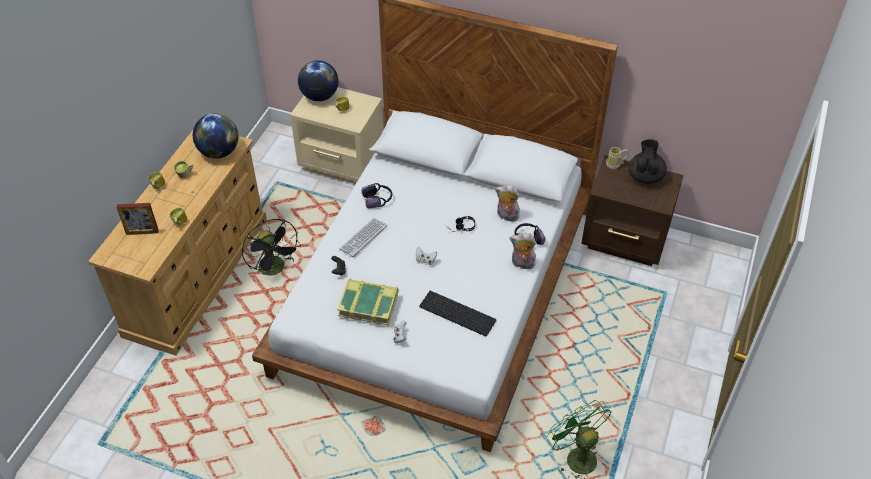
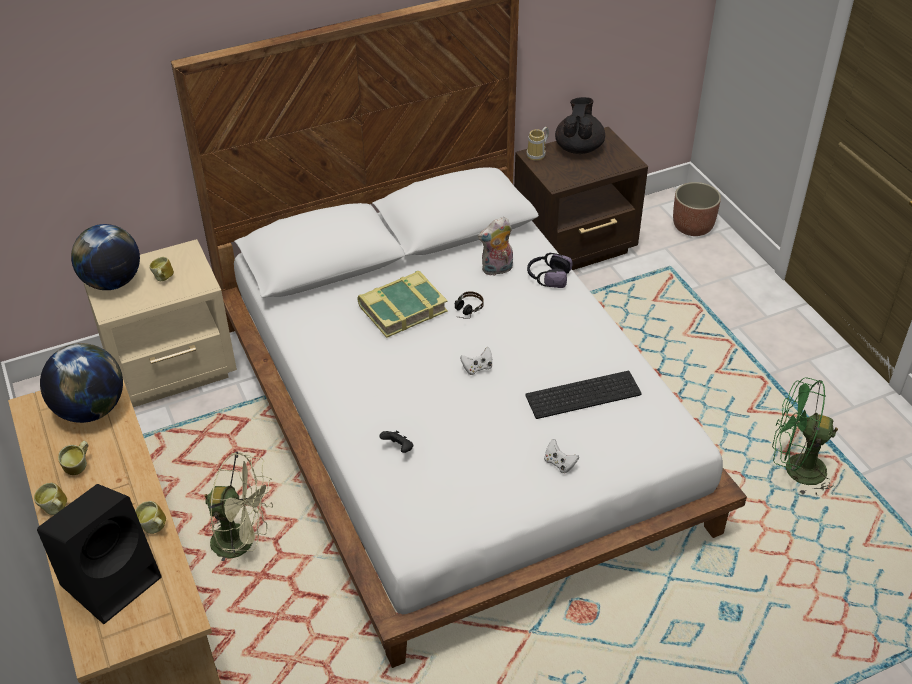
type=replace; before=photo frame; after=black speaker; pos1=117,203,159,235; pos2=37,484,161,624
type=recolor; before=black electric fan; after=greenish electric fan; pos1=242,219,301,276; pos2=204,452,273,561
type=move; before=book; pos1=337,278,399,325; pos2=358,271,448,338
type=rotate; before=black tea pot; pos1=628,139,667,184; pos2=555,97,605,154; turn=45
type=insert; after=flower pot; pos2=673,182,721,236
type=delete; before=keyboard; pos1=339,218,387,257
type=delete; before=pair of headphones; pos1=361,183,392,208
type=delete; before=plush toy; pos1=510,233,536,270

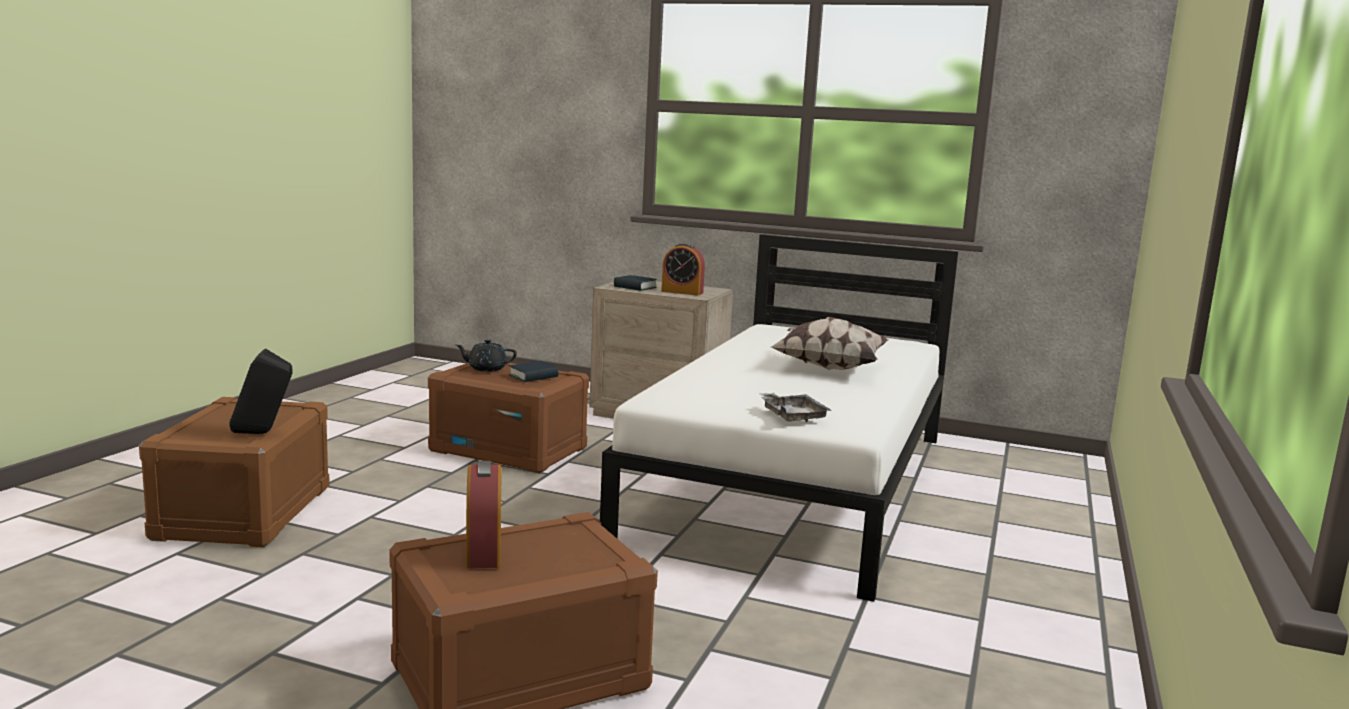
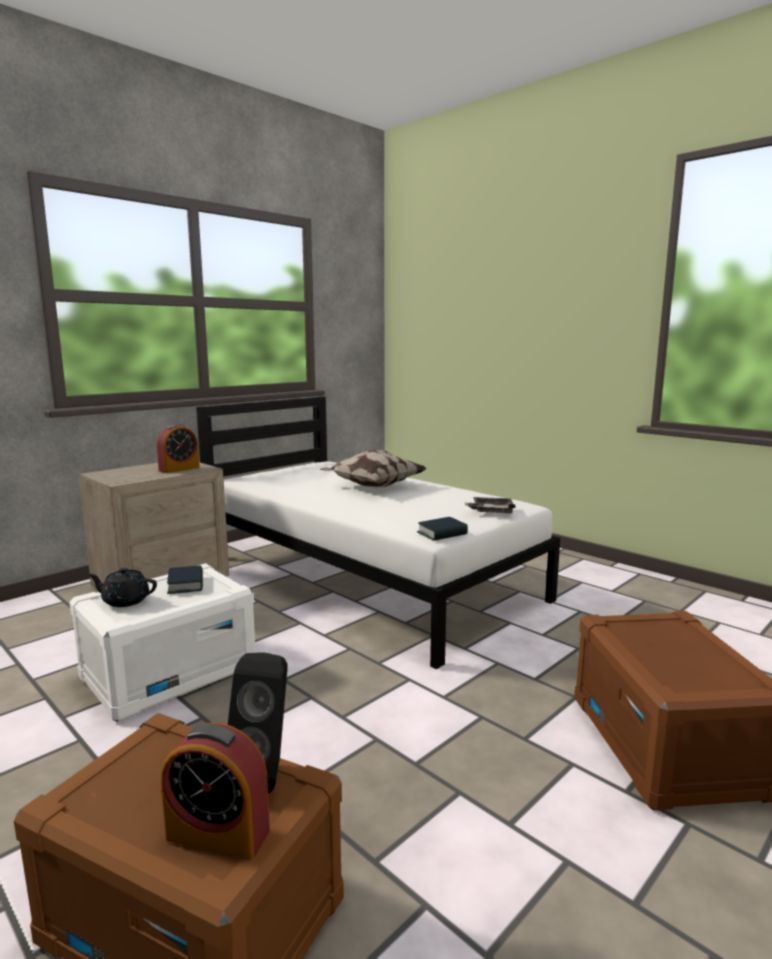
type=recolor; before=brown-coloured storage bin; after=white storage bin; pos1=428,363,589,474; pos2=70,563,257,722
type=rotate; before=black tea pot; pos1=455,339,517,372; pos2=87,568,157,607; turn=75
type=move; before=alarm clock; pos1=466,461,502,569; pos2=161,722,270,860
type=move; before=book; pos1=614,275,657,291; pos2=417,517,468,541

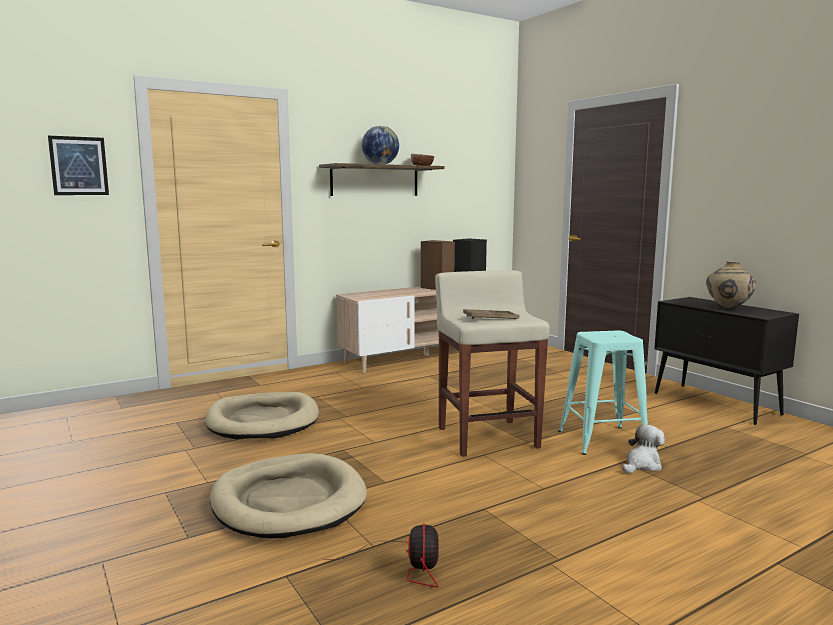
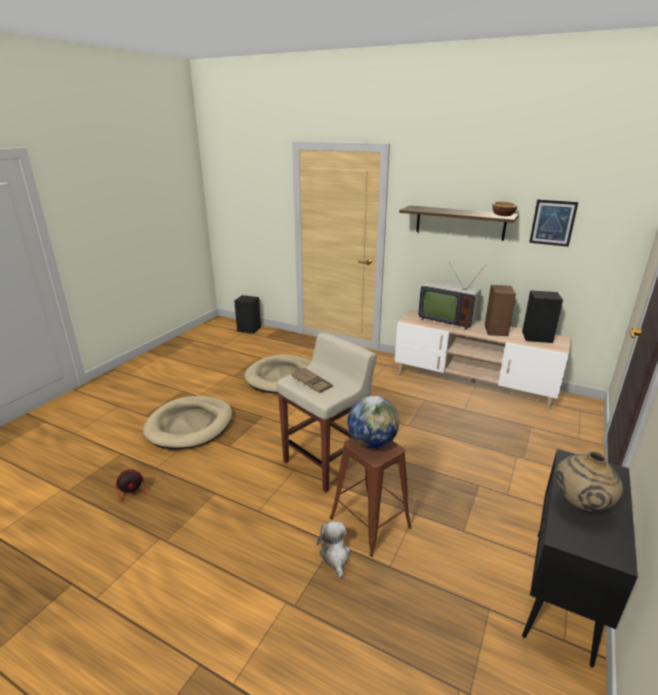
type=insert; after=black speaker; pos2=234,295,261,334
type=rotate; before=plush toy; pos1=622,425,665,473; pos2=317,521,350,579; turn=-120
type=recolor; before=turquoise stool seat; after=brown-coloured stool seat; pos1=558,330,648,455; pos2=330,438,412,557
type=move; before=globe; pos1=362,126,399,164; pos2=347,396,399,448
type=insert; after=TV; pos2=418,262,485,330
type=move; before=wall picture; pos1=48,136,109,195; pos2=529,199,578,247

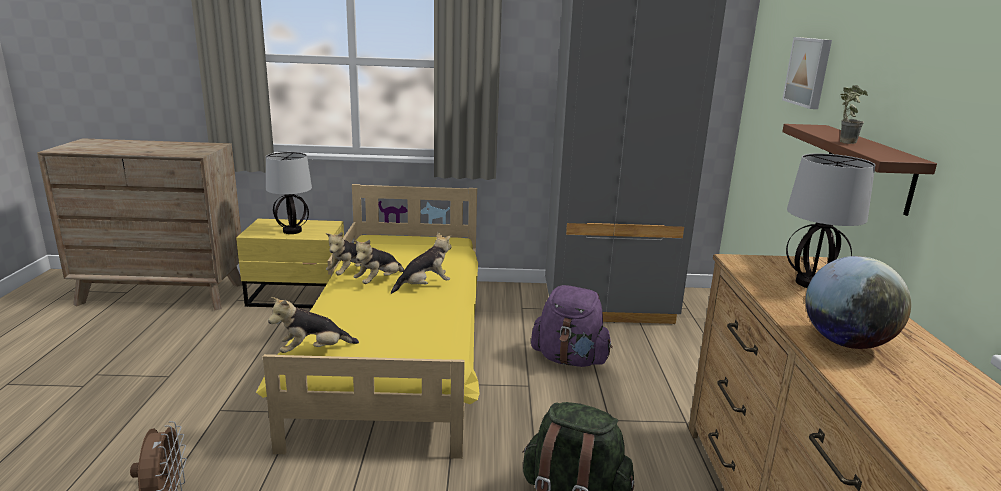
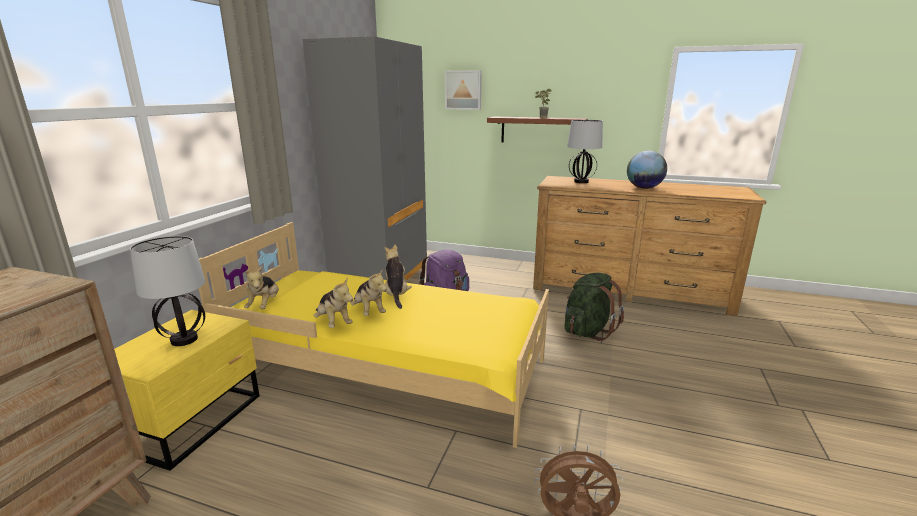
type=move; before=plush toy; pos1=268,297,359,353; pos2=244,266,279,309

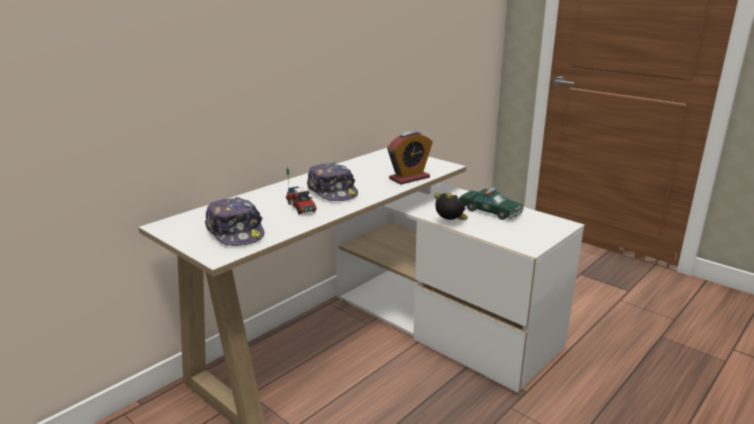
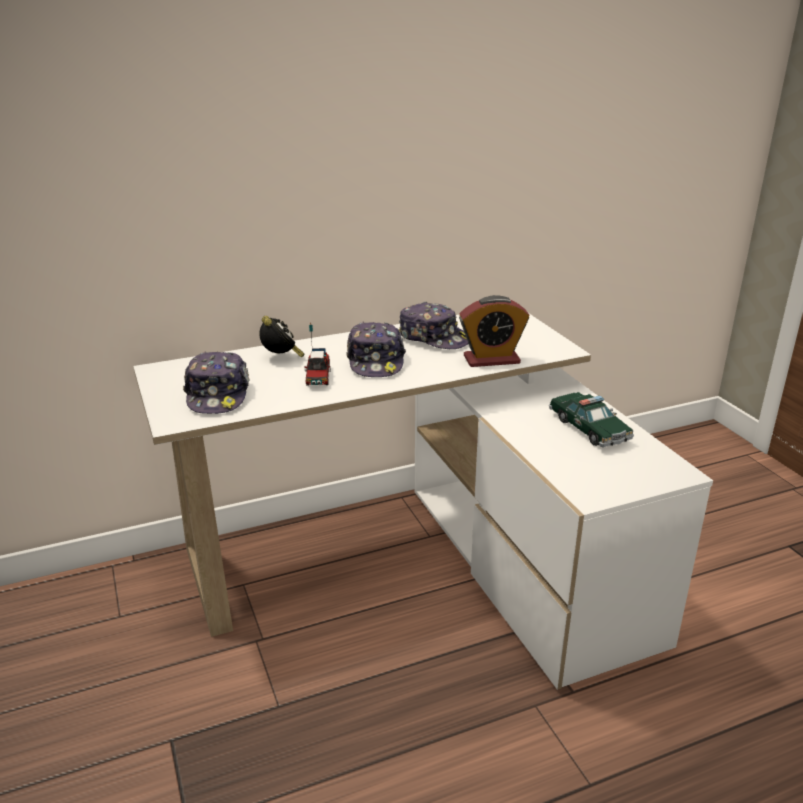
type=move; before=alarm clock; pos1=434,193,468,220; pos2=259,316,305,358
type=insert; after=cap; pos2=398,302,468,349

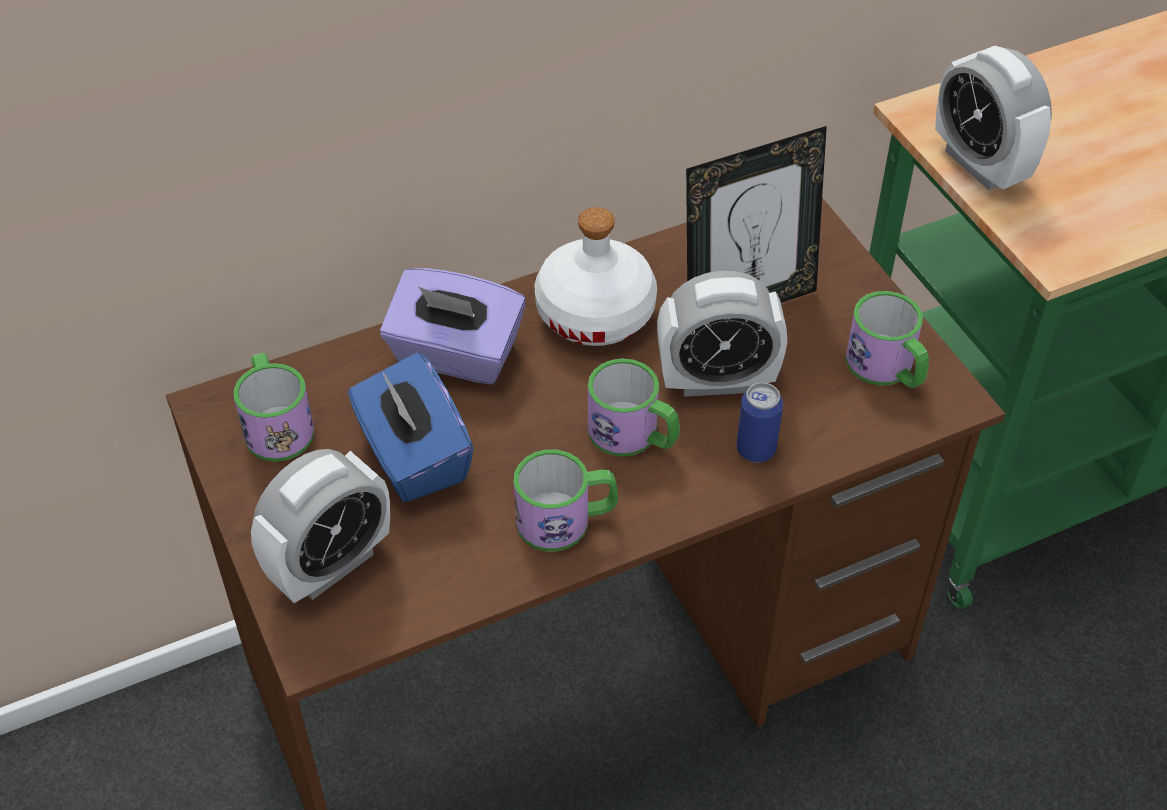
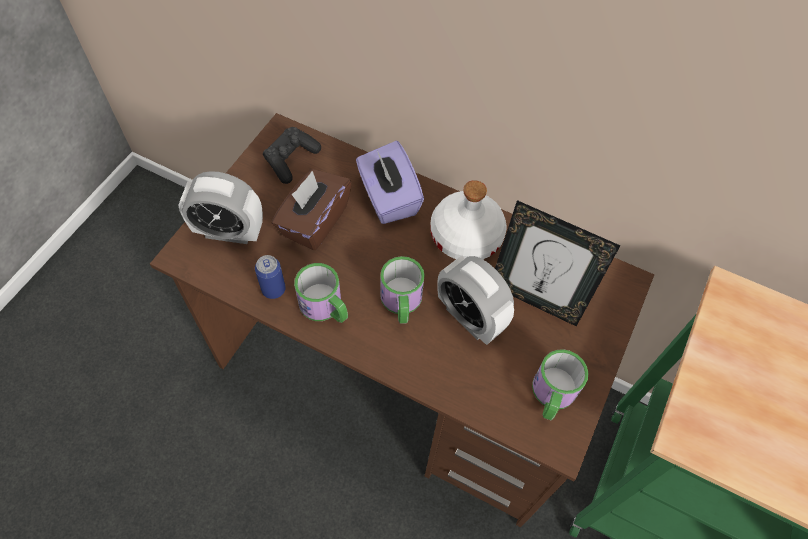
type=move; before=metal can; pos1=737,382,783,463; pos2=255,255,286,299
type=replace; before=mug; after=black joypad; pos1=234,353,314,462; pos2=263,127,321,184
type=recolor; before=blue tissue box; after=brown-coloured tissue box; pos1=348,352,473,502; pos2=272,169,352,250
type=delete; before=alarm clock; pos1=935,46,1052,190

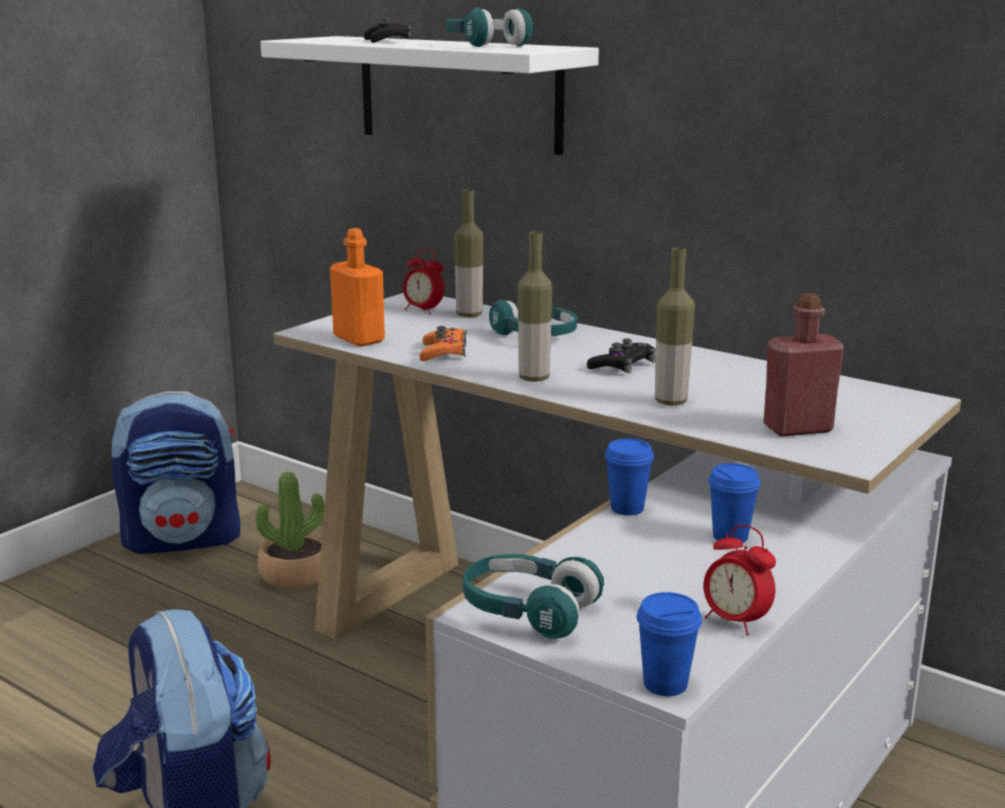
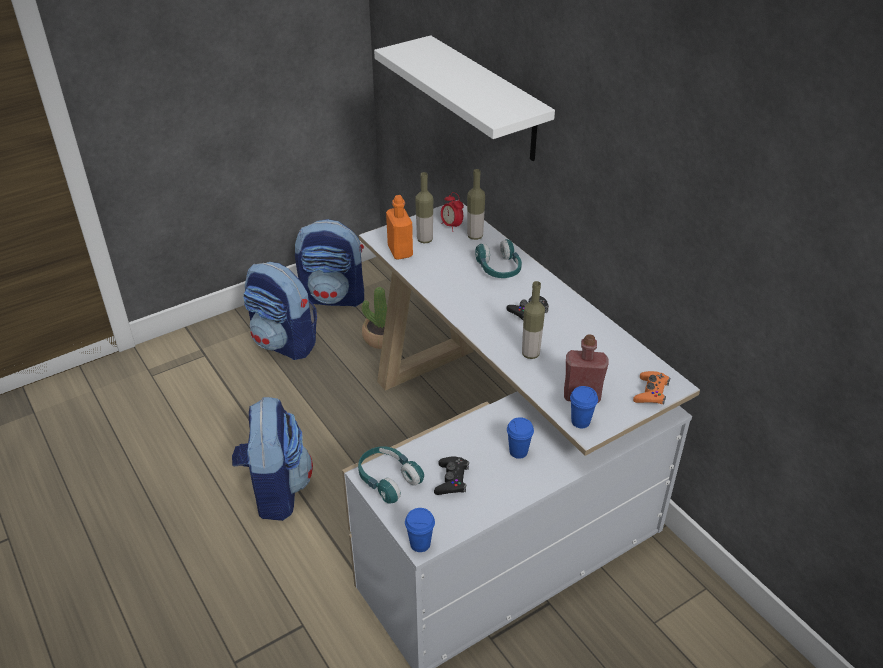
type=insert; after=rucksack; pos2=243,262,317,360
type=move; before=bottle; pos1=518,231,552,382; pos2=415,172,433,243
type=move; before=black joypad; pos1=364,17,411,43; pos2=434,457,469,495
type=move; before=blue drinking cup; pos1=605,439,654,516; pos2=570,386,598,428
type=move; before=orange joypad; pos1=420,326,467,361; pos2=633,371,670,405
type=delete; before=turquoise pair of headphones; pos1=446,7,533,47
type=delete; before=alarm clock; pos1=703,525,776,636

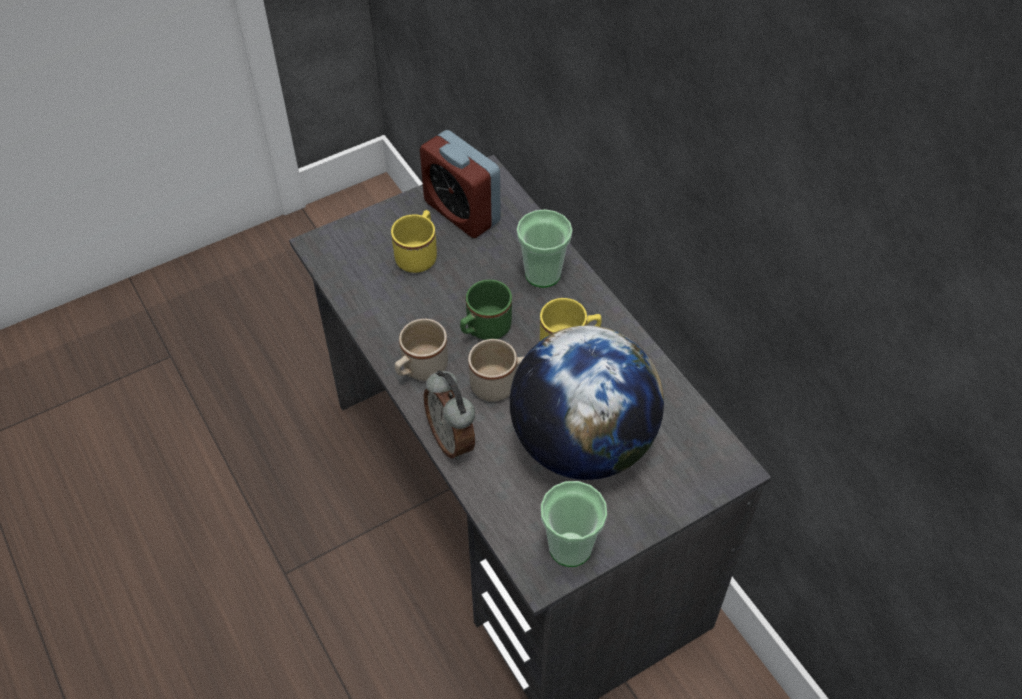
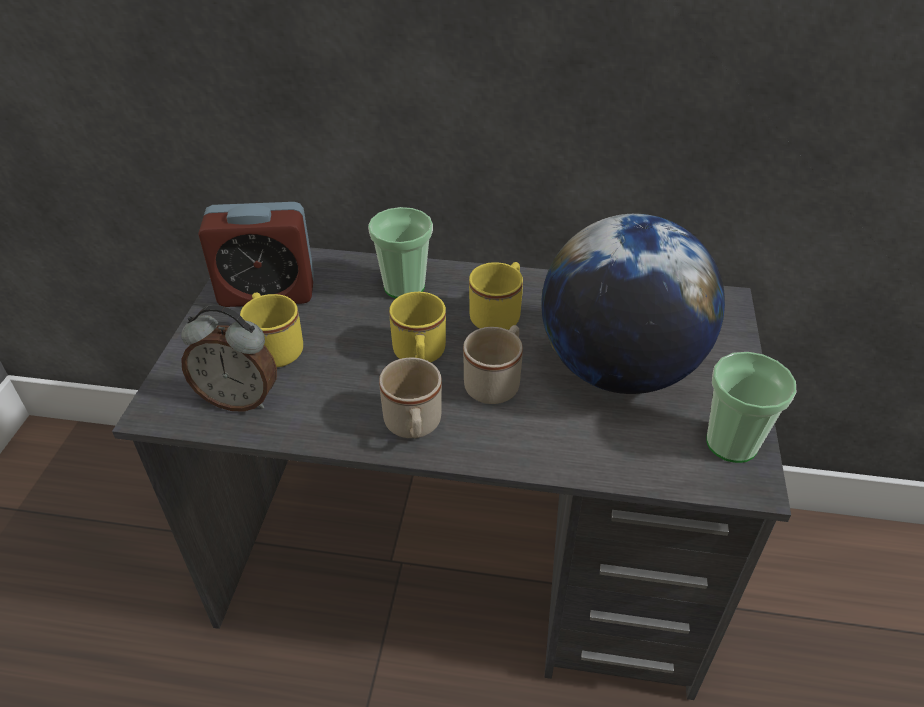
type=move; before=alarm clock; pos1=424,370,475,460; pos2=181,305,277,412
type=recolor; before=greenish mug; after=yellow mug; pos1=460,280,512,340; pos2=389,292,446,362

